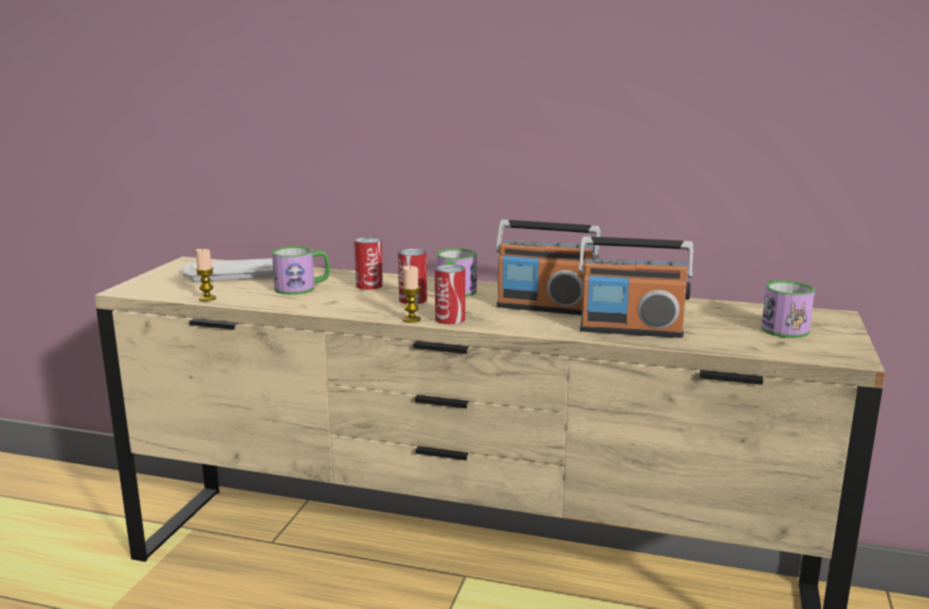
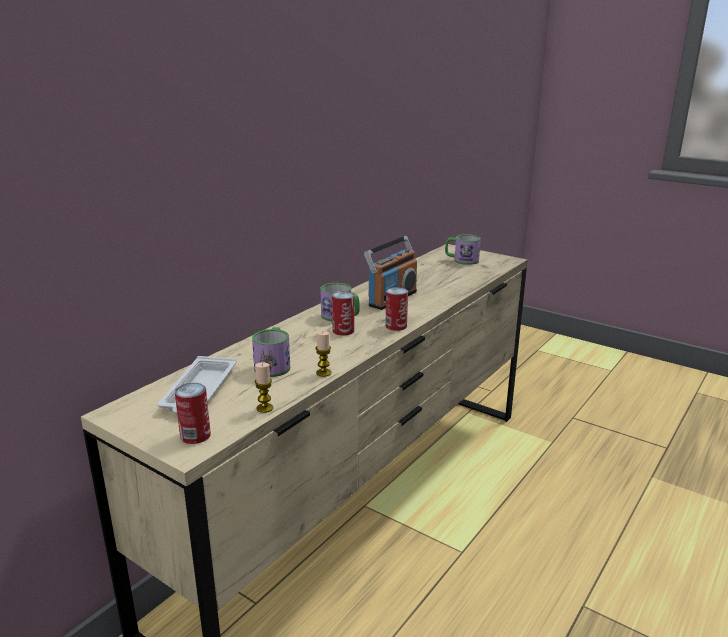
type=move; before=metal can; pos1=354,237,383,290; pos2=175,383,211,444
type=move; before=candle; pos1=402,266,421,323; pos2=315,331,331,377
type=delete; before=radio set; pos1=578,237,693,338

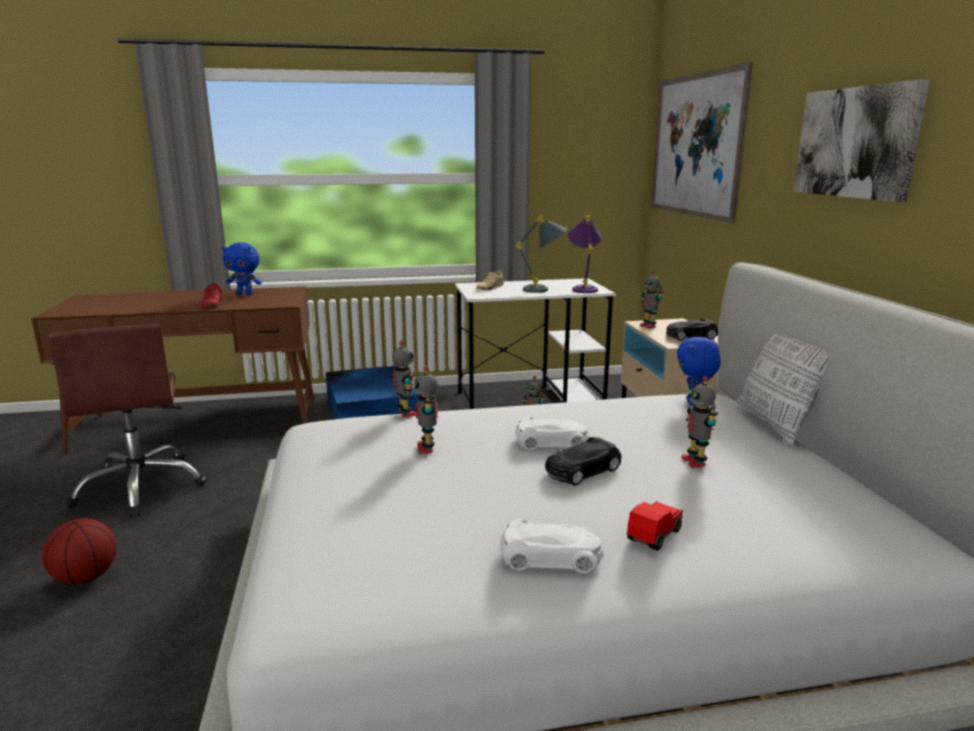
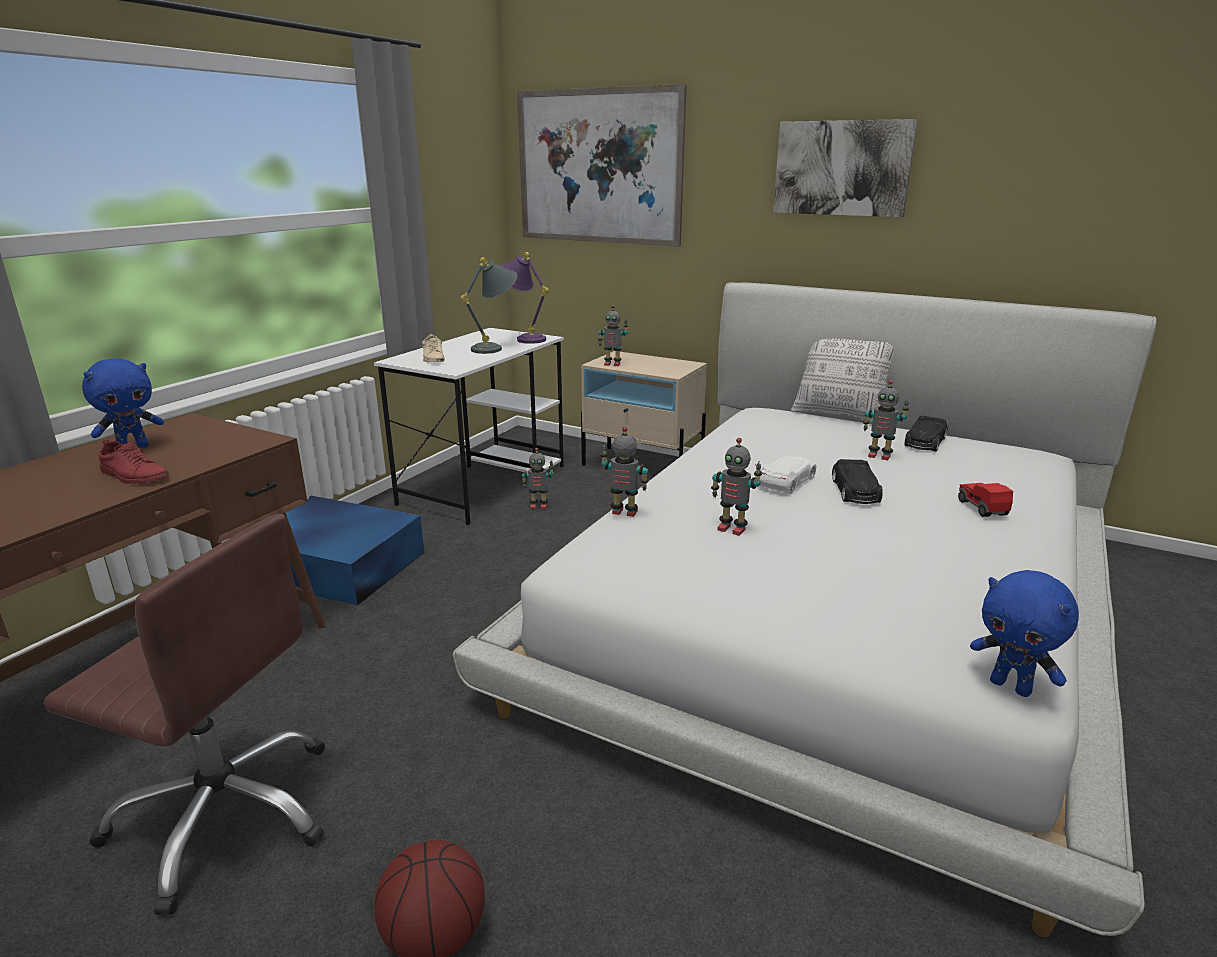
type=move; before=black model car; pos1=666,318,718,340; pos2=904,416,948,452
type=move; before=blue plush toy; pos1=677,336,721,406; pos2=970,570,1079,697
type=delete; before=white model car; pos1=500,519,604,573

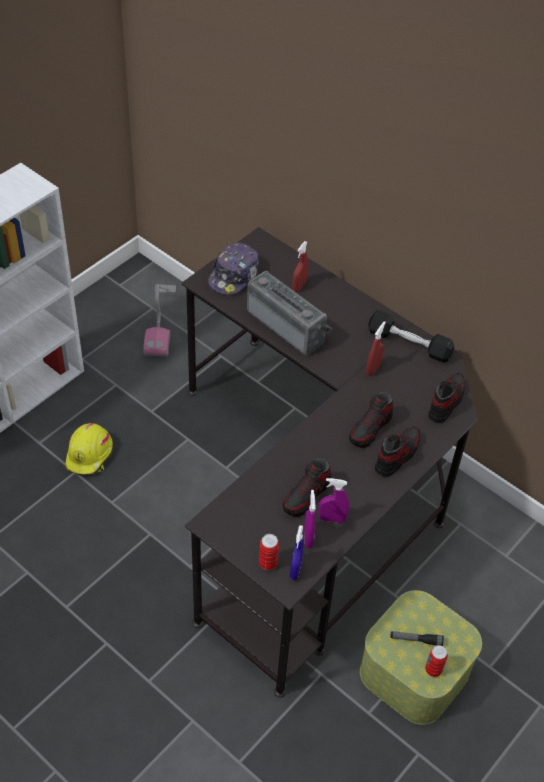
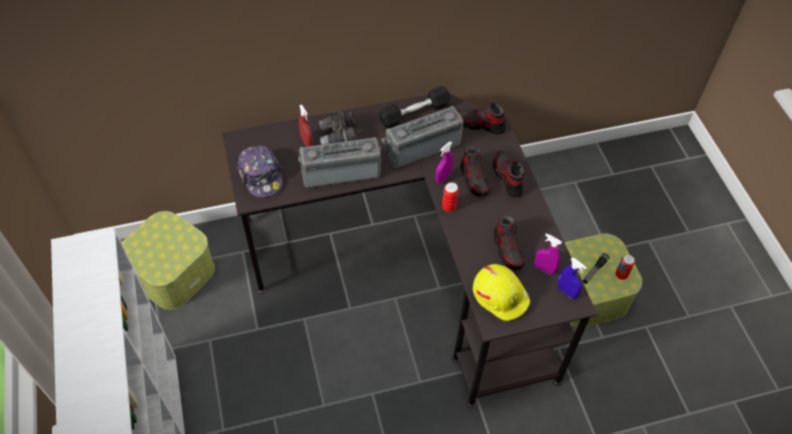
type=replace; before=hoover; after=storage bin; pos1=143,284,176,357; pos2=122,211,215,309
type=insert; after=grey pair of binoculars; pos2=319,110,357,145
type=replace; before=reddish spray bottle; after=radio set; pos1=366,321,386,376; pos2=381,106,464,168
type=move; before=purple-coloured spray bottle; pos1=318,478,349,523; pos2=435,141,453,184
type=move; before=metal can; pos1=259,534,279,570; pos2=442,182,459,212
type=rotate; before=item of footwear; pos1=428,373,465,423; pos2=458,102,506,135; turn=-45
type=move; before=yellow work helmet; pos1=65,423,113,475; pos2=473,264,531,322

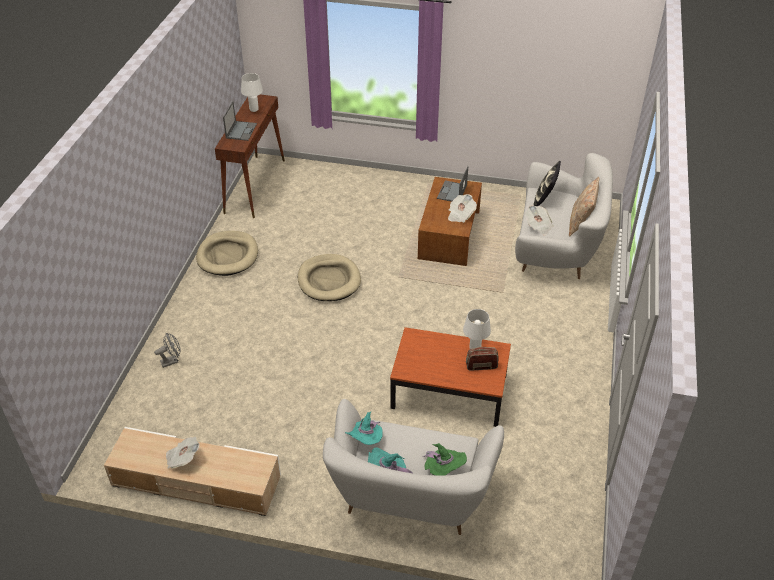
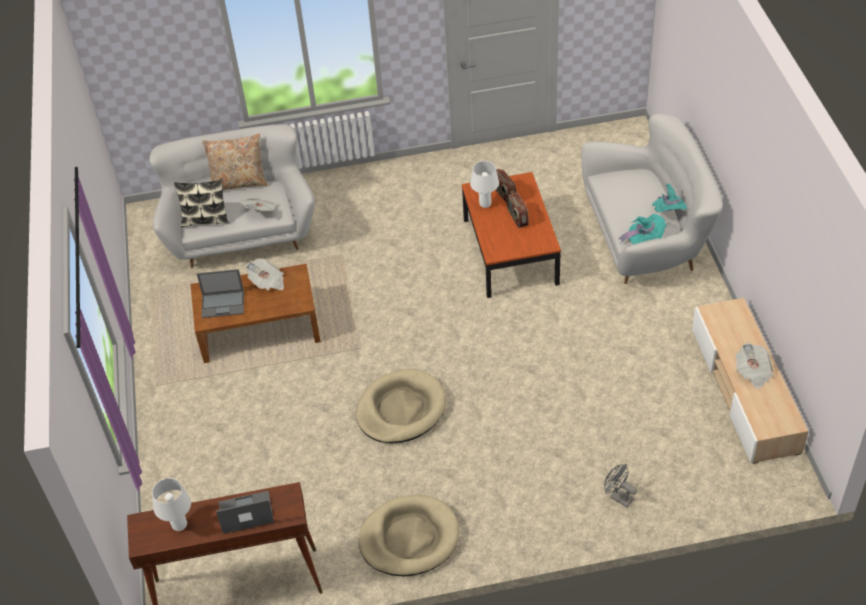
type=insert; after=radio set; pos2=507,192,529,228
type=delete; before=greenish clothing hat; pos1=422,443,467,476

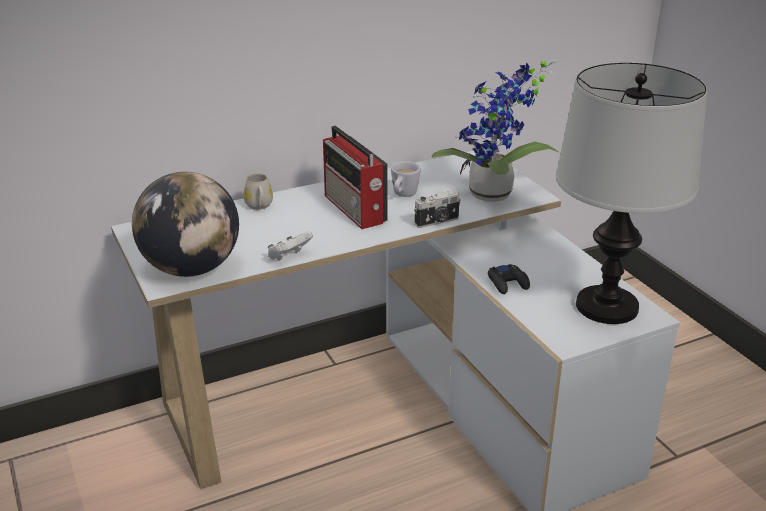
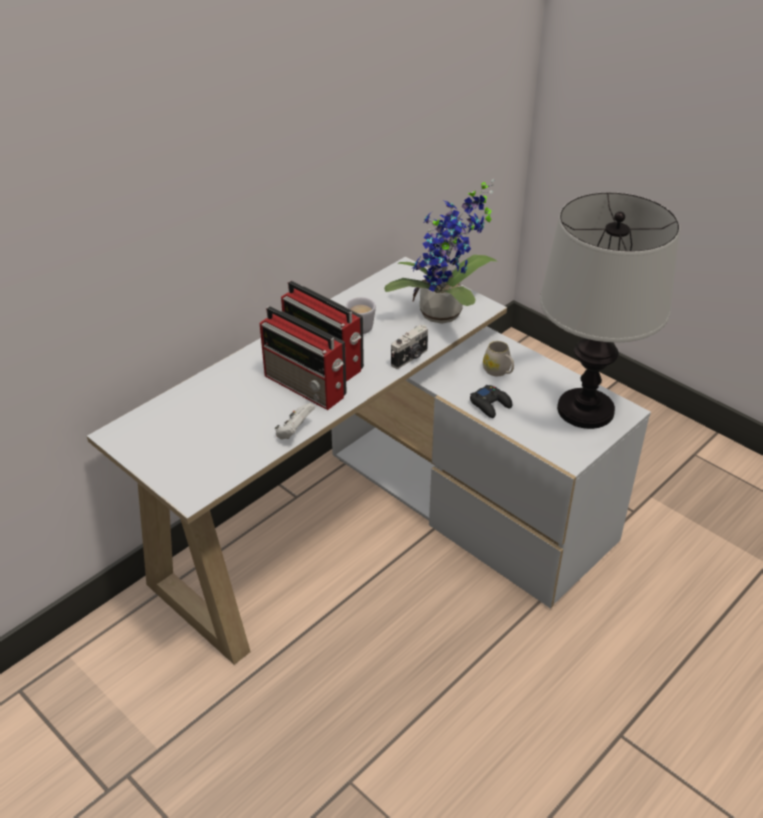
type=insert; after=radio set; pos2=260,306,347,410
type=move; before=white mug; pos1=244,174,273,210; pos2=483,341,514,376
type=delete; before=globe; pos1=132,172,239,277

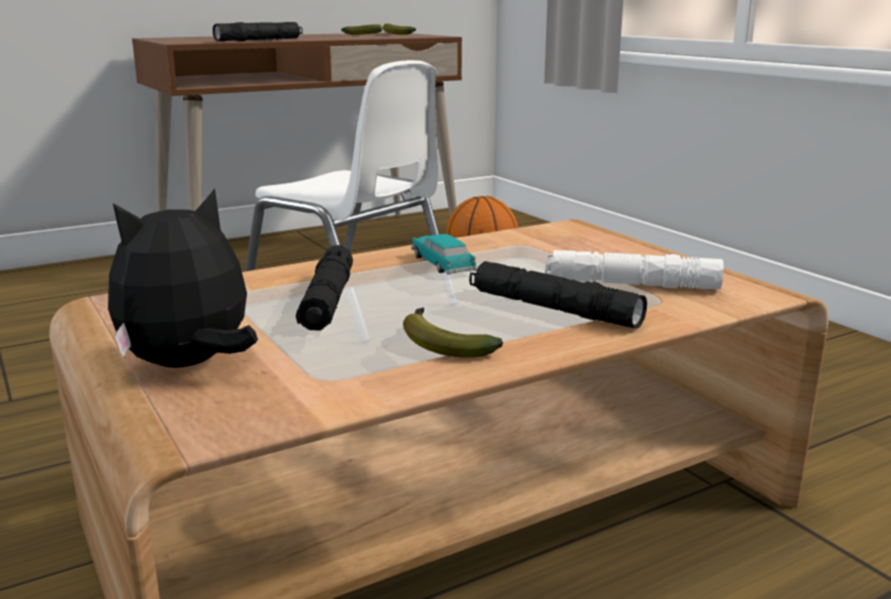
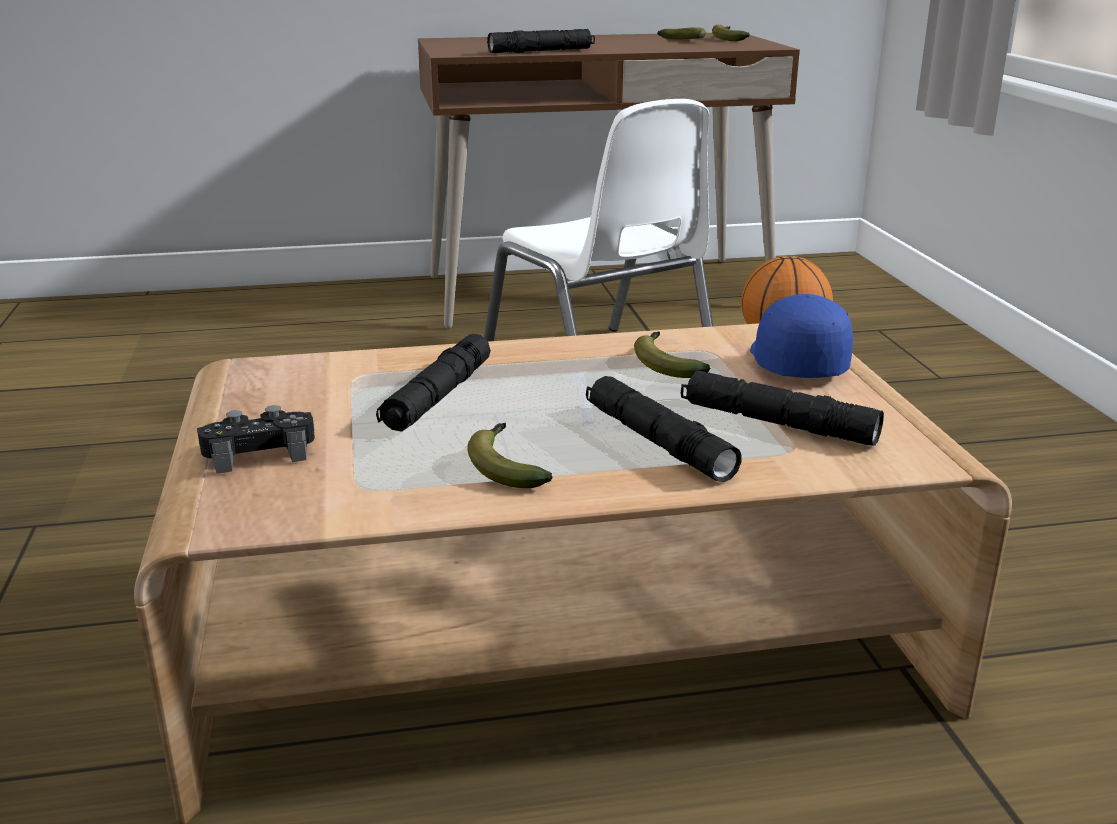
type=replace; before=plush toy; after=black joypad; pos1=108,189,258,368; pos2=197,405,315,474
type=insert; after=banana; pos2=634,331,710,378
type=recolor; before=white hand torch; after=black hand torch; pos1=545,250,724,289; pos2=681,371,884,446
type=insert; after=blue cap; pos2=750,294,853,378
type=delete; before=model car; pos1=411,234,478,275

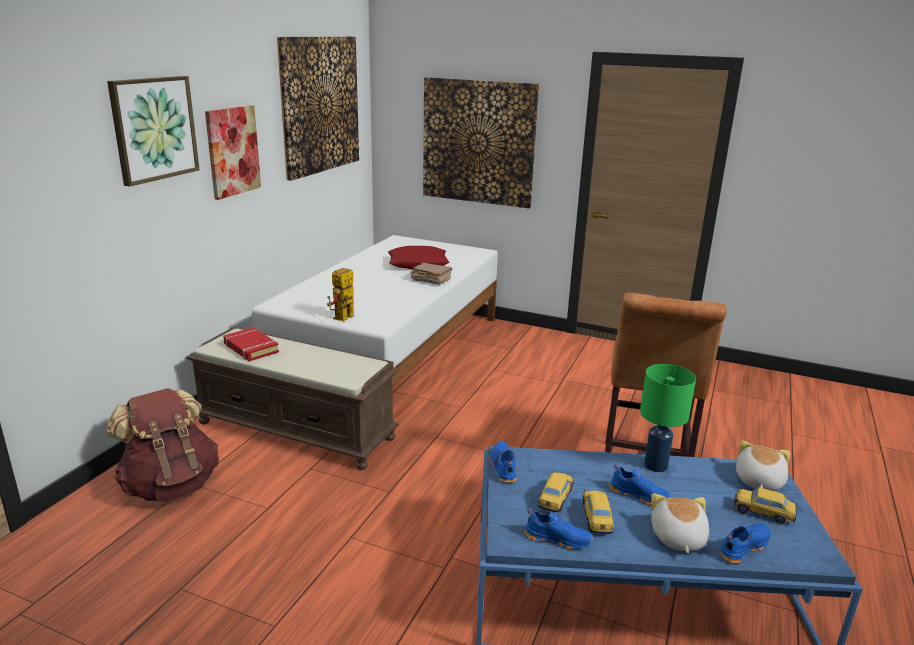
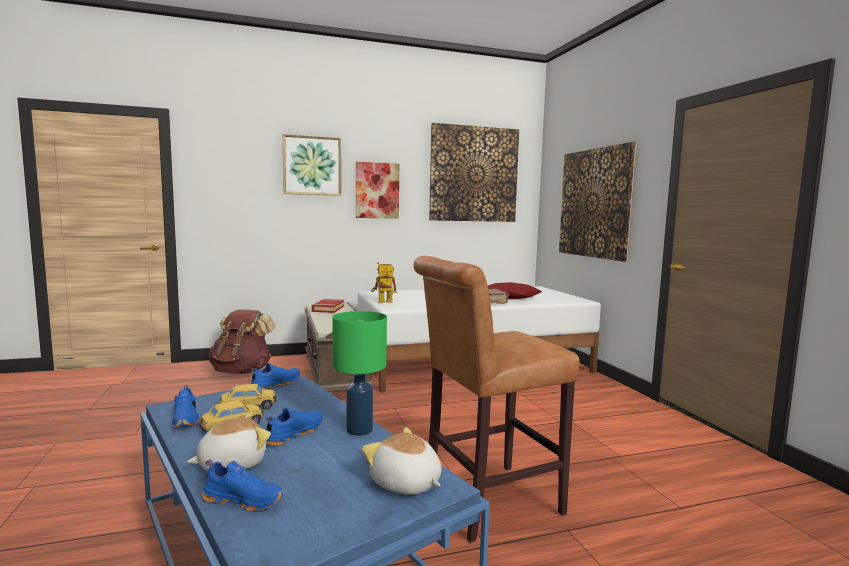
type=rotate; before=blue item of footwear; pos1=609,464,672,506; pos2=266,408,323,446; turn=-135
type=rotate; before=plush toy; pos1=736,440,790,491; pos2=362,427,442,495; turn=-120
type=delete; before=model car; pos1=734,487,797,524

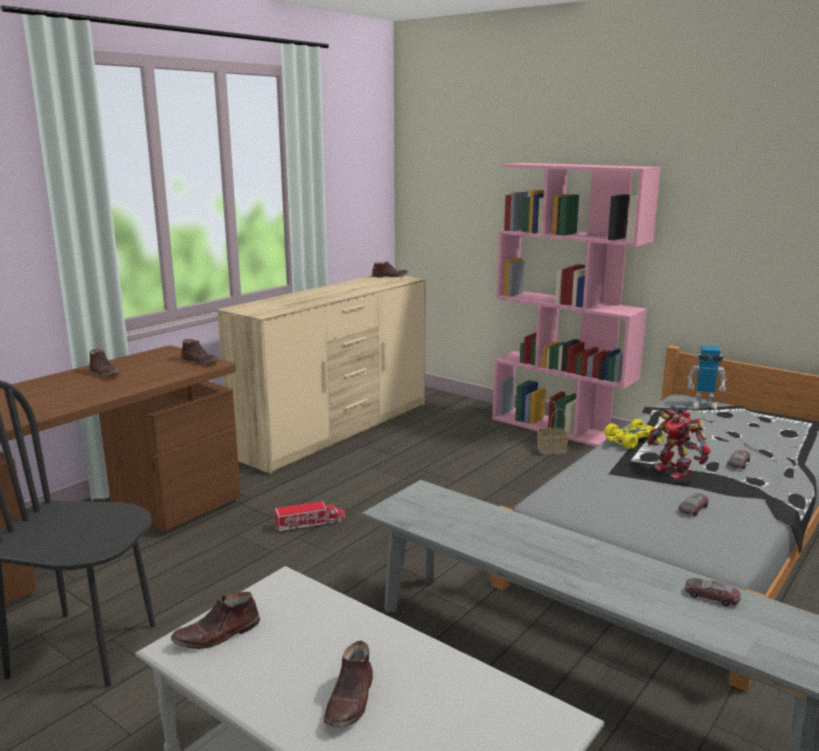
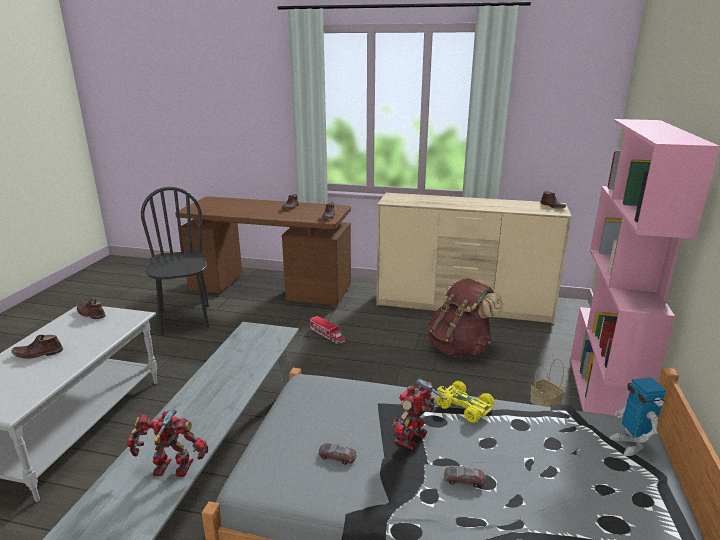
type=replace; before=model car; after=model robot; pos1=685,578,741,606; pos2=127,410,208,477
type=insert; after=brown-coloured rucksack; pos2=428,278,504,357

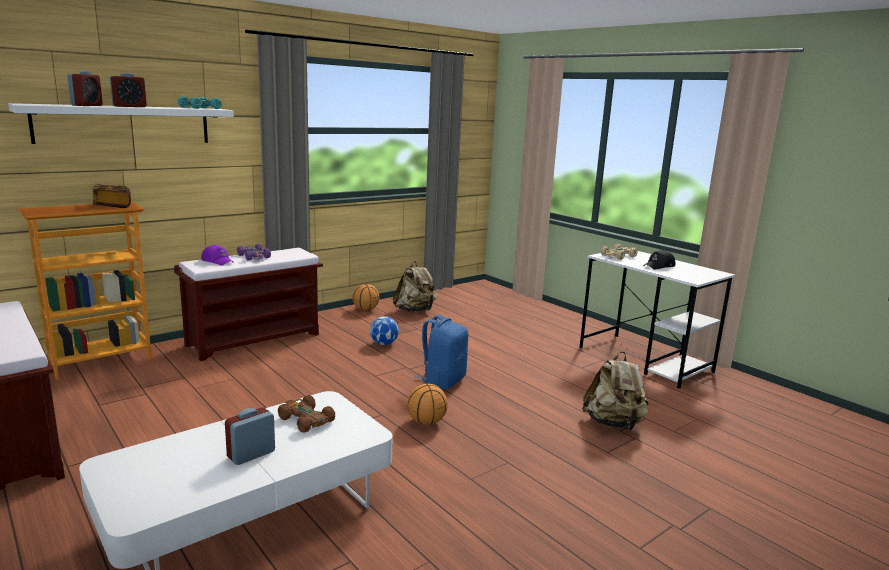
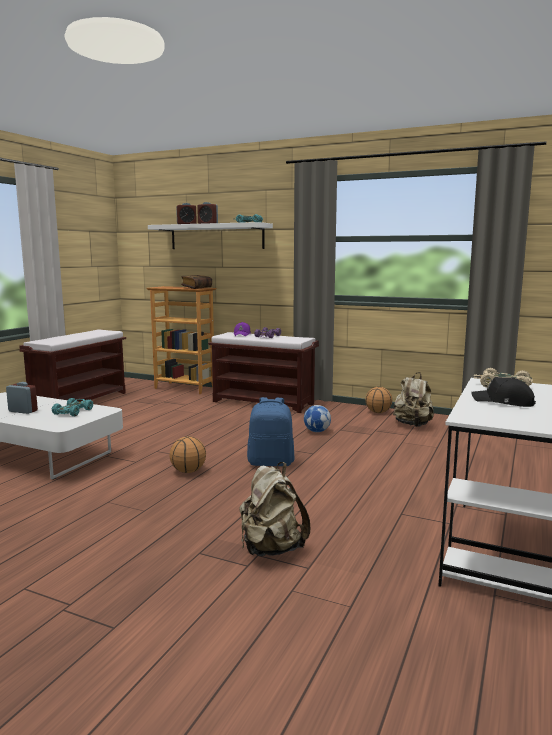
type=recolor; before=brown-coloured model car; after=turquoise model car; pos1=278,395,335,433; pos2=52,398,93,416

